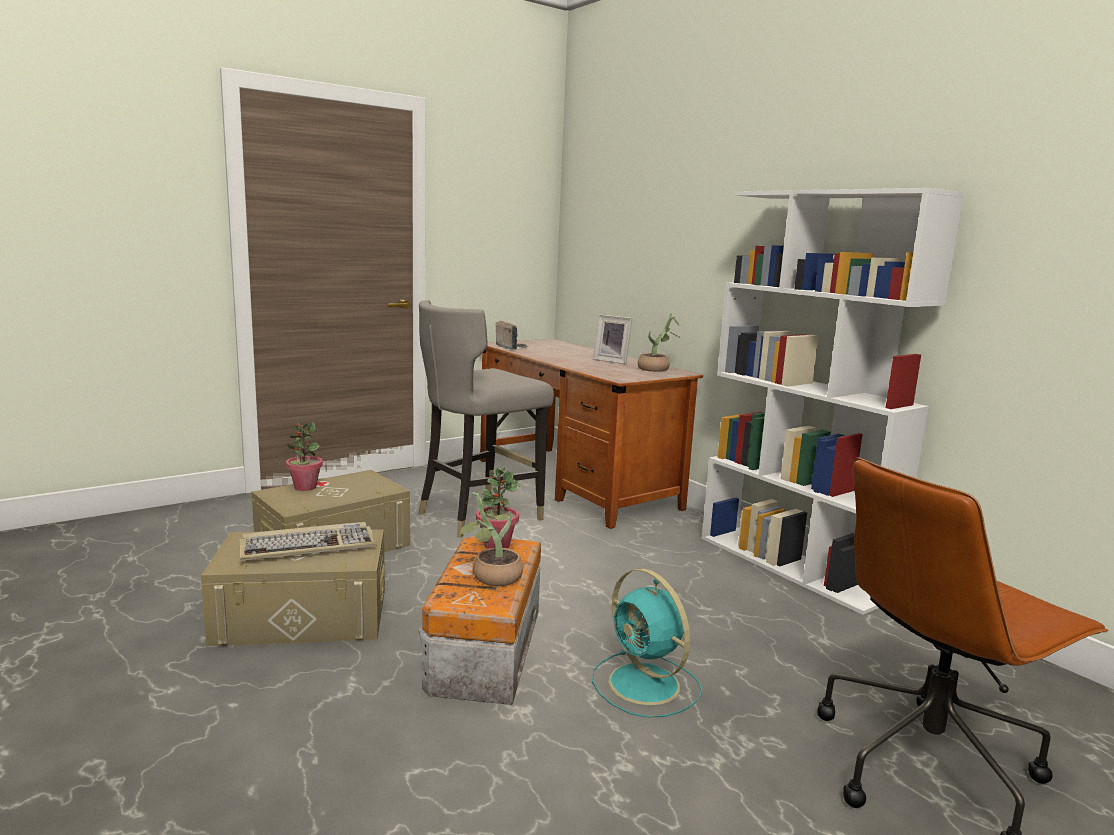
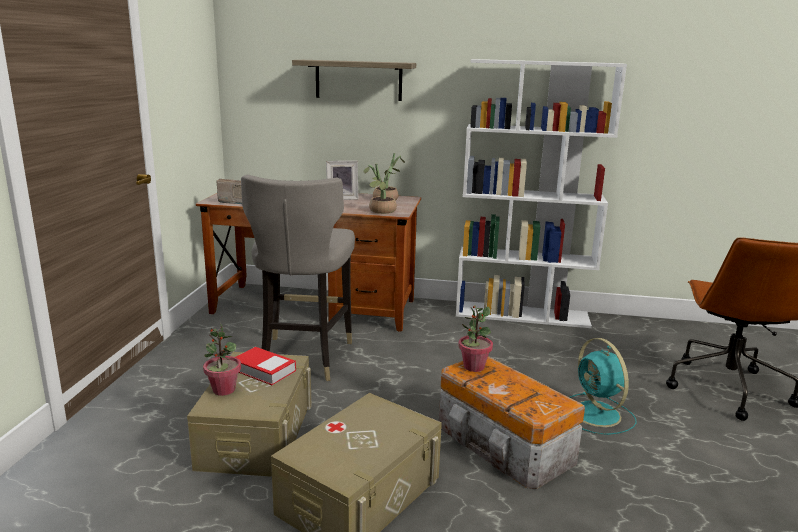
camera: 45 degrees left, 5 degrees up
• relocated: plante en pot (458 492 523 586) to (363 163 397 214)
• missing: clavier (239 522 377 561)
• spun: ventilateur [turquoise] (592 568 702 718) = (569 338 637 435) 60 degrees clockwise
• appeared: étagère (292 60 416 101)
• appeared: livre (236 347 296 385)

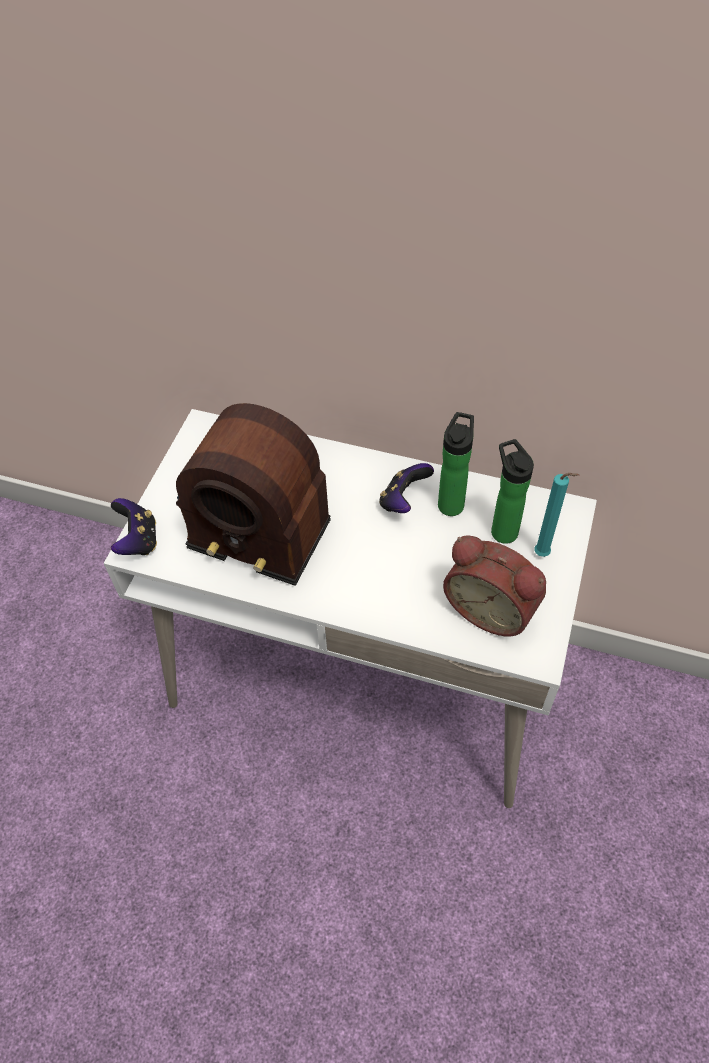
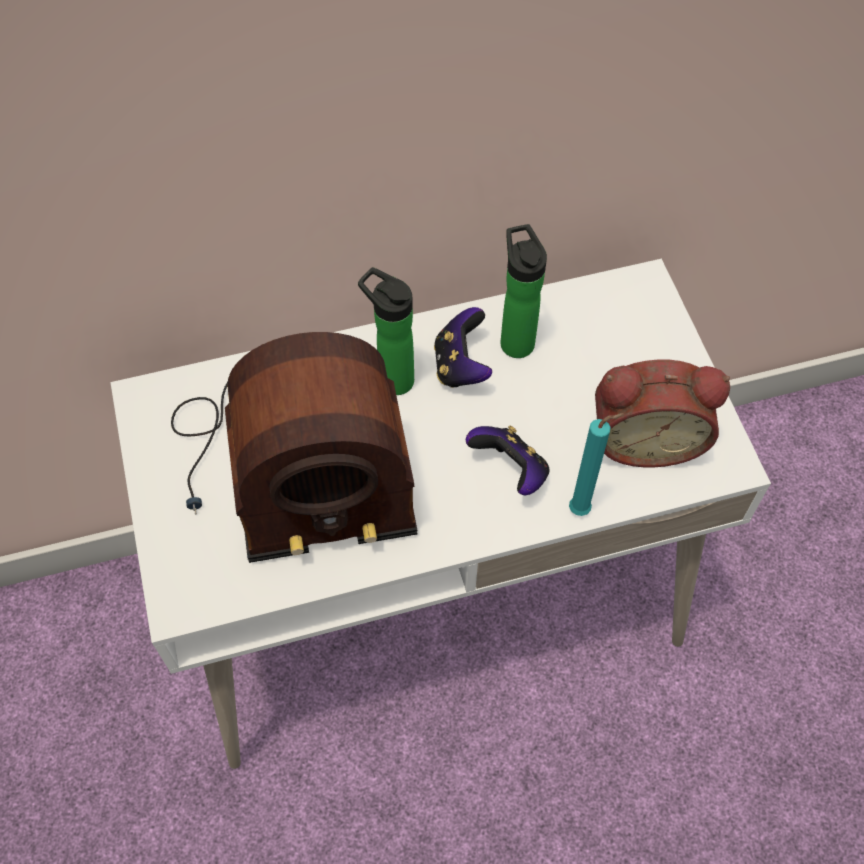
camera: 35 degrees left, 5 degrees up
• relocated: bouteille (491 439 534 544) to (358 267 414 395)
• relocated: bougie [turquoise] (534 473 580 557) to (569 413 624 516)
• relocated: manette (111 498 157 555) to (466 426 550 495)

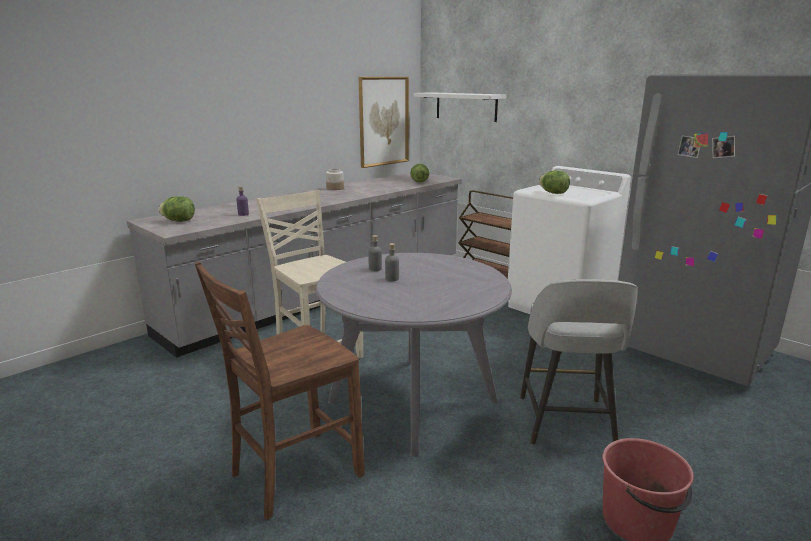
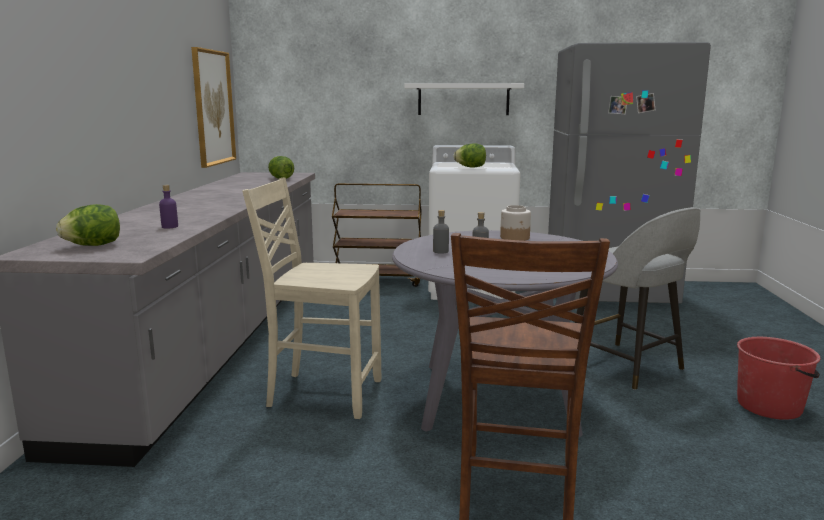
camera: 40 degrees left, 5 degrees down
• relocated: étagère [blanc] (413 92 506 122) to (404 83 524 115)
• relocated: bocal (326 169 344 190) to (500 205 531 241)

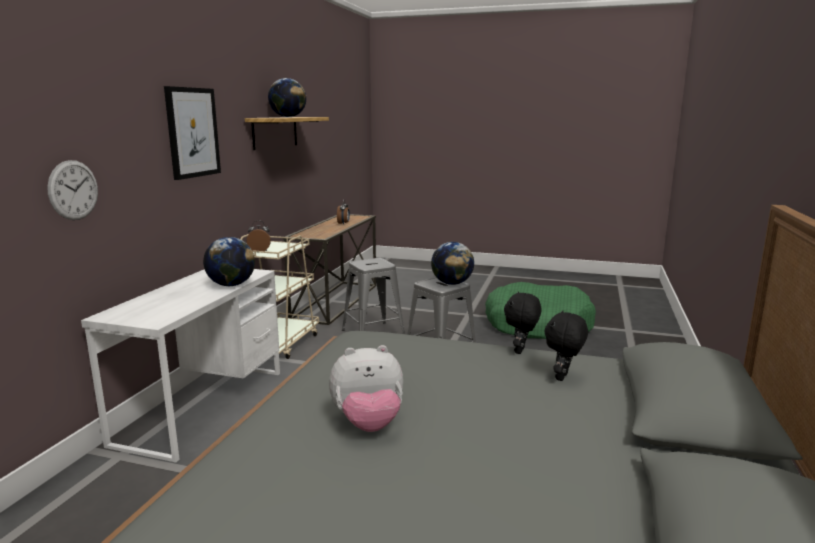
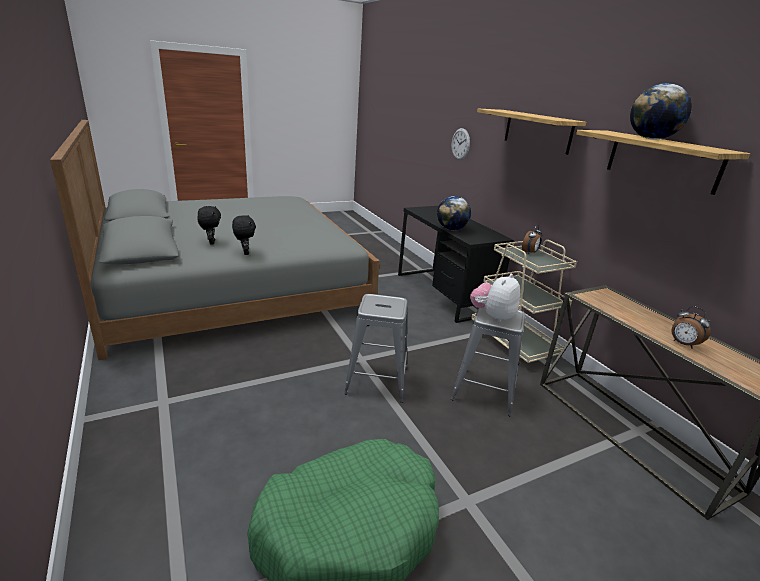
camera: 135 degrees right, 10 degrees up
• exchanged: tableau (164 86 221 180) to étagère (477 109 586 155)
• missing: globe (431 242 474 285)
• colour: bureau [blanc] (81 269 280 462) to bureau [noir] (398 206 514 323)
• relocated: peluche (329 345 403 432) to (470 274 520 323)

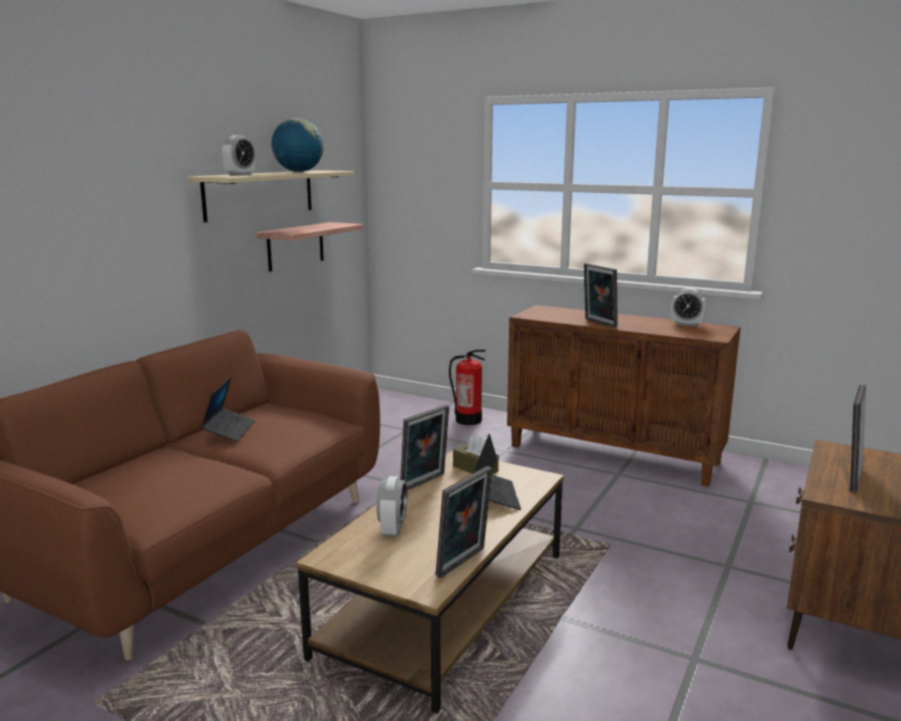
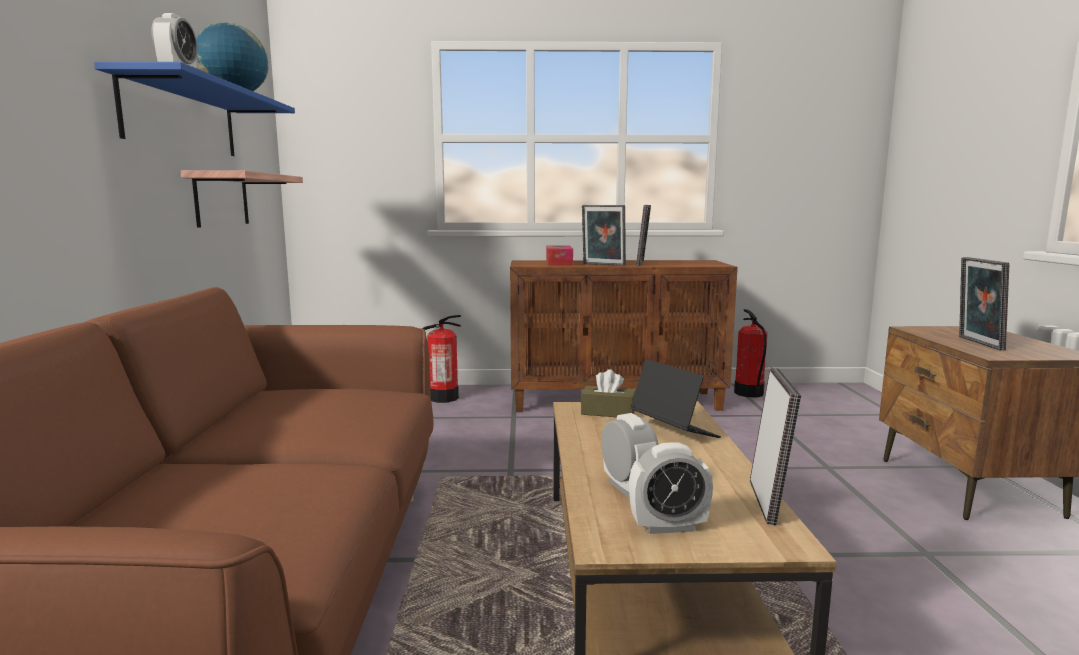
camera: 30 degrees left, 5 degrees down
• colour: étagère [beige] (186 170 355 222) to étagère [bleu] (94 62 295 156)
• relocated: réveil (671 288 706 327) to (629 442 713 534)
• missing: ordinateur portable (201 377 255 441)
• relocated: cadre photo (400 405 449 490) to (636 205 651 266)
• appeared: boîte à mouchoirs (546 245 573 265)
• appeared: extincteur (734 309 768 398)

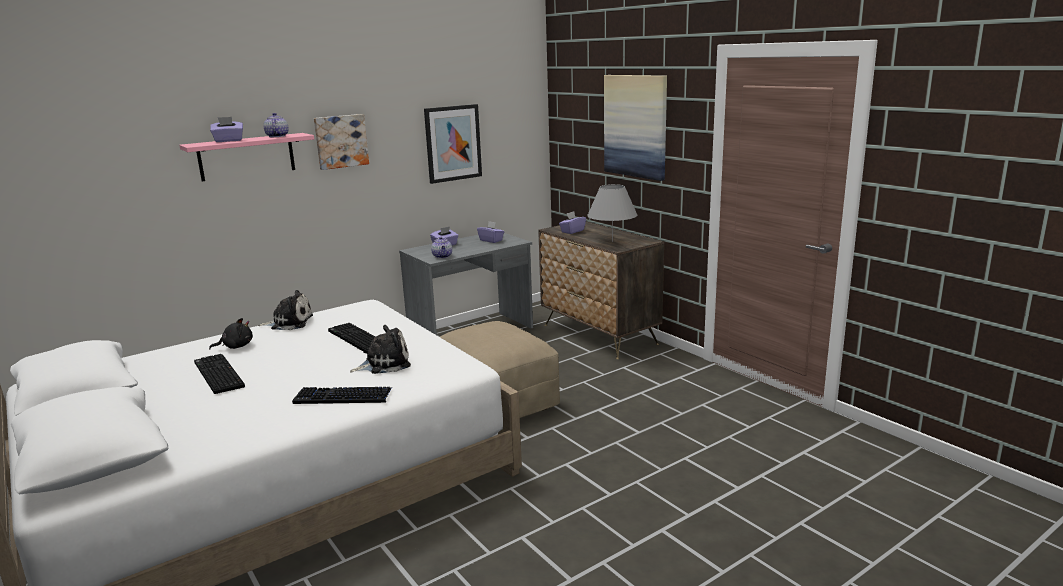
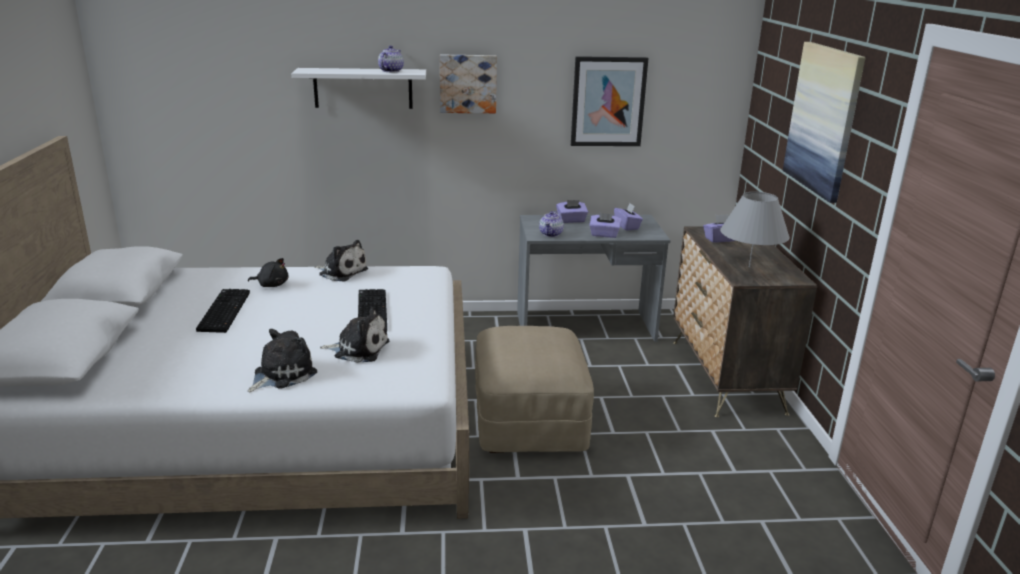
camera: 30 degrees right, 5 degrees up
• relocated: boîte à mouchoirs [violet] (210 117 243 142) to (589 213 622 238)
• colour: étagère [rose] (180 133 314 181) to étagère [blanc] (292 68 426 109)
• exchanged: clavier (292 387 393 404) to peluche (248 329 317 392)

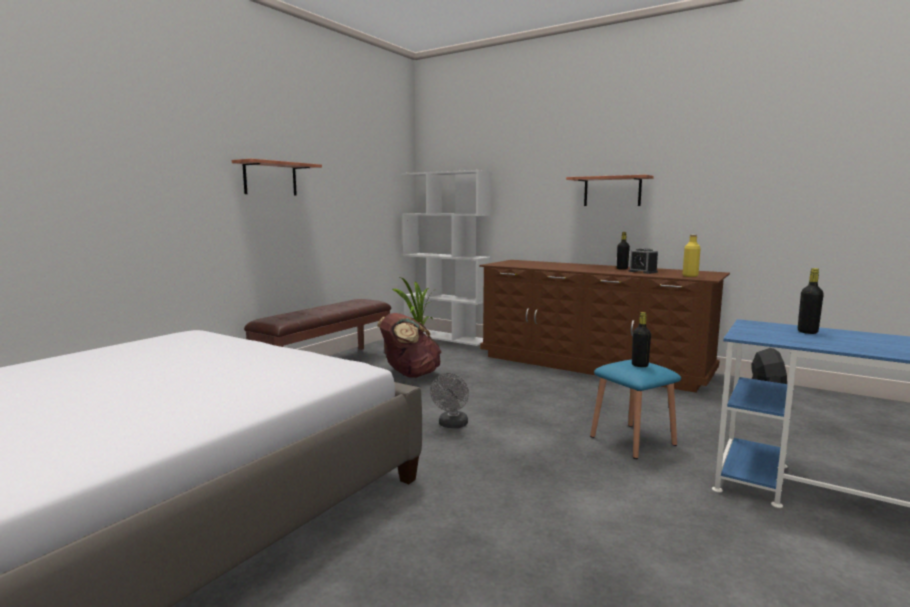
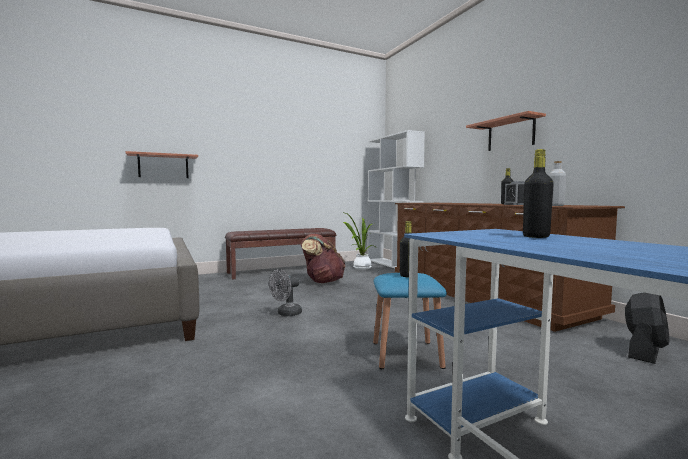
camera: 30 degrees right, 5 degrees down
• relocated: étagère (232 159 322 195) to (126 151 198 178)
• colour: bouteille [jaune] (683 235 701 277) to bouteille [gris] (549 161 566 206)

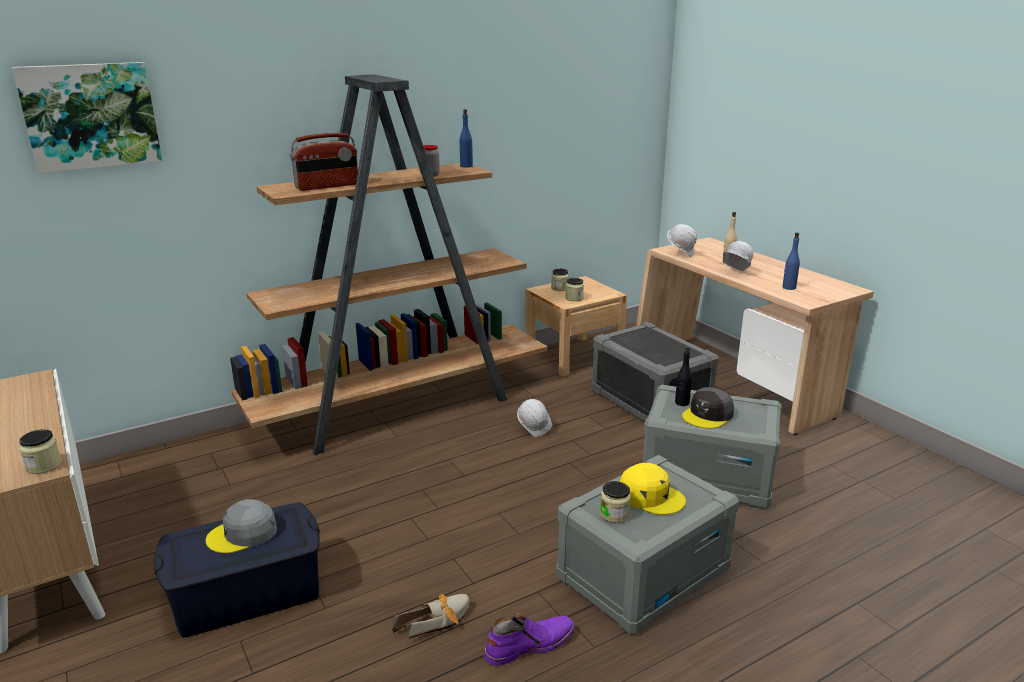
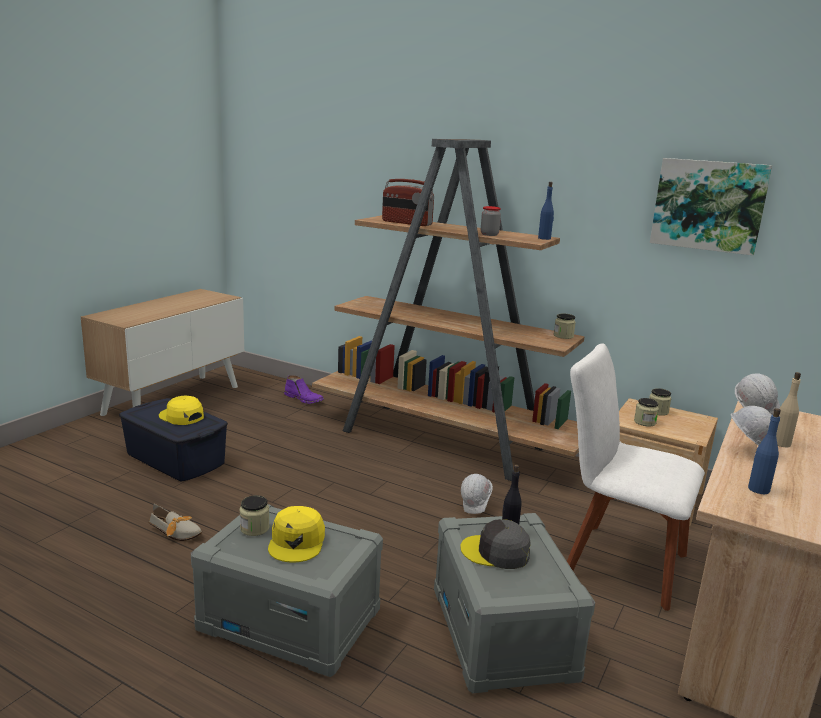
camera: 60 degrees right, 5 degrees down
• relocated: tableau (12 62 162 173) to (650 158 772 256)
• exchanged: boîte de rangement [gris] (591 322 719 422) to chaise [blanc] (567 344 705 611)
• relocated: bocal (19 429 62 474) to (554 313 576 339)
• colour: casquette [gris] (206 499 277 553) to casquette [jaune] (159 396 204 425)
• relocated: botte [violet] (484 613 575 666) to (284 375 324 404)

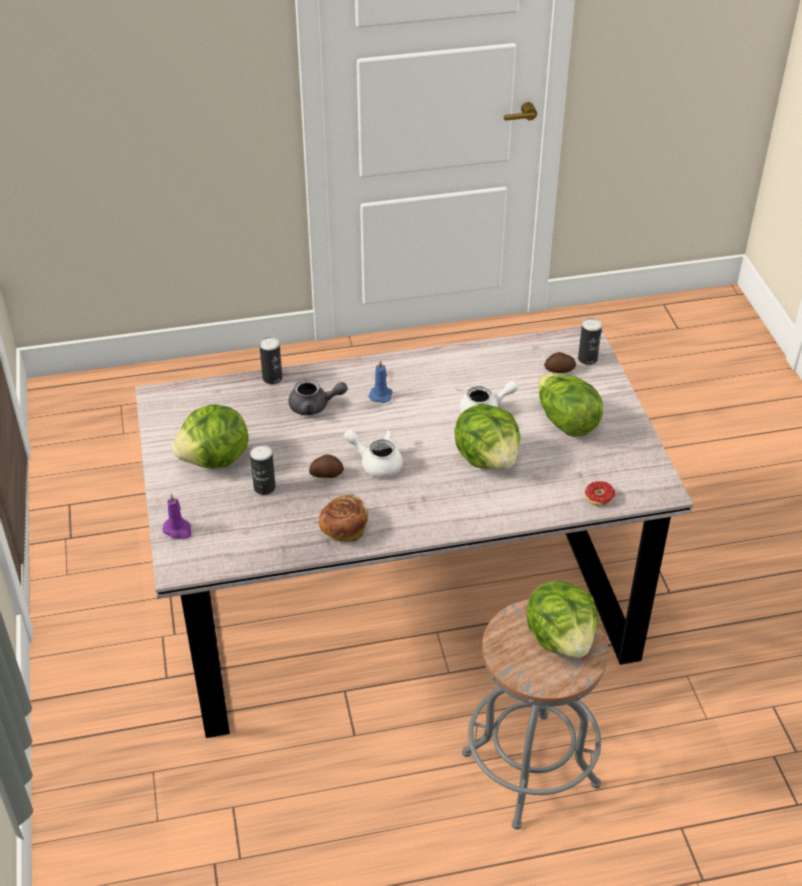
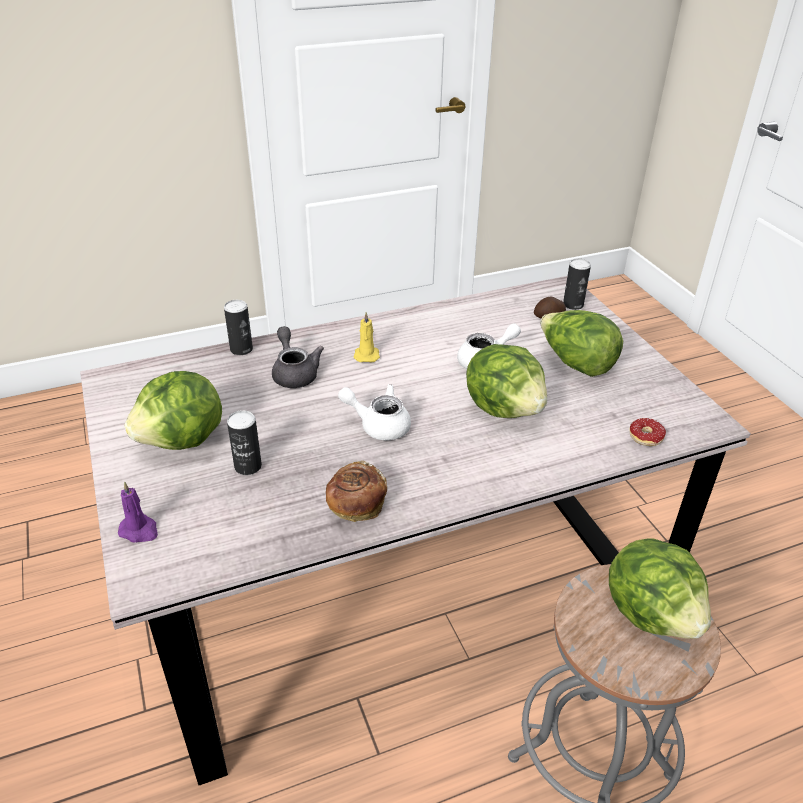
camera: 10 degrees left, 5 degrees down
• colour: bougie [bleu] (369 360 392 403) to bougie [jaune] (354 312 380 362)
• spun: théière [gris] (288 379 348 415) = (272 326 324 388) 105 degrees counterclockwise
• missing: pomme de terre (309 455 344 478)

